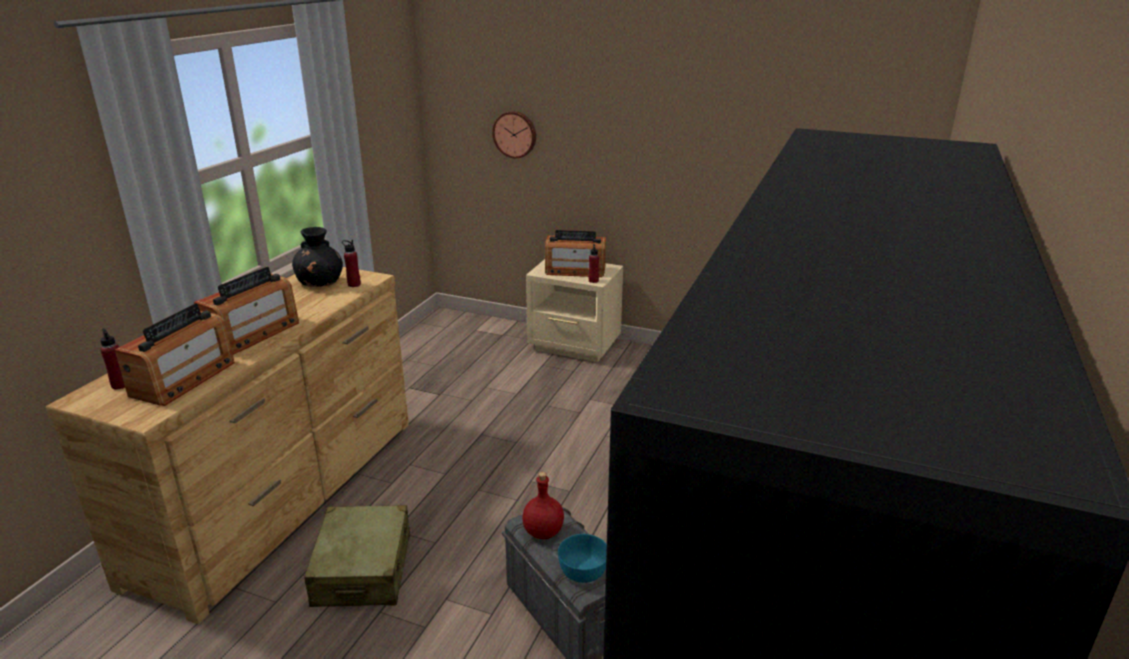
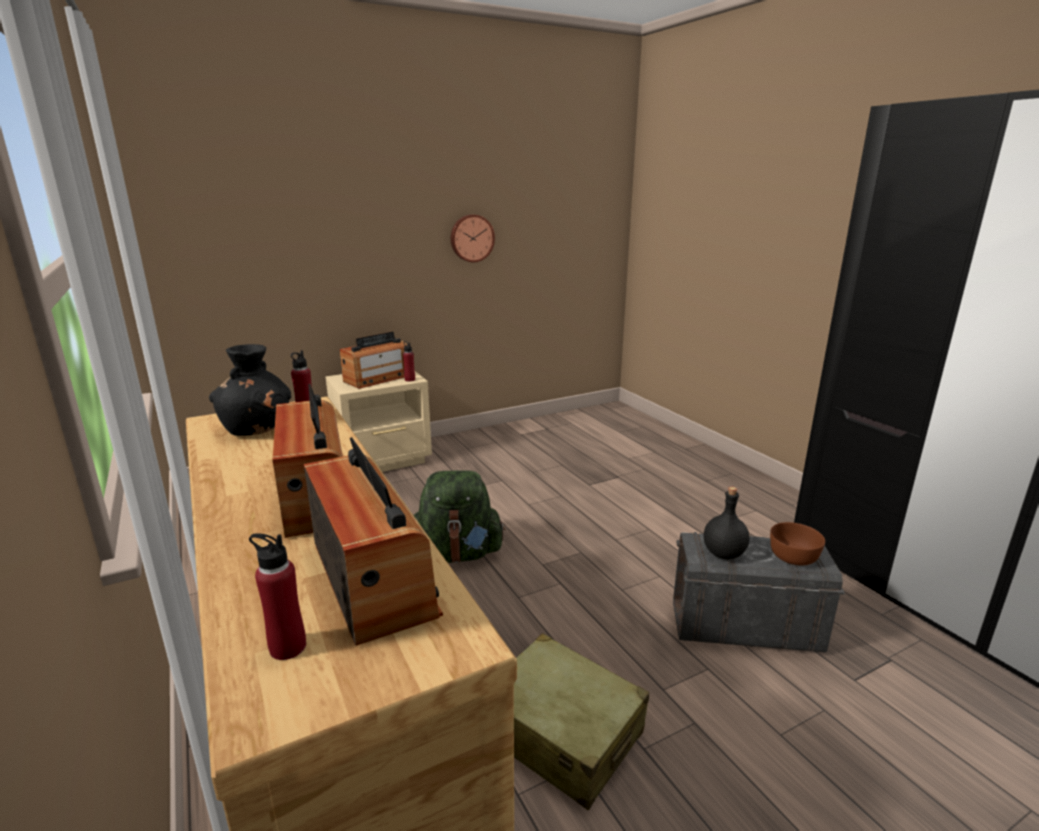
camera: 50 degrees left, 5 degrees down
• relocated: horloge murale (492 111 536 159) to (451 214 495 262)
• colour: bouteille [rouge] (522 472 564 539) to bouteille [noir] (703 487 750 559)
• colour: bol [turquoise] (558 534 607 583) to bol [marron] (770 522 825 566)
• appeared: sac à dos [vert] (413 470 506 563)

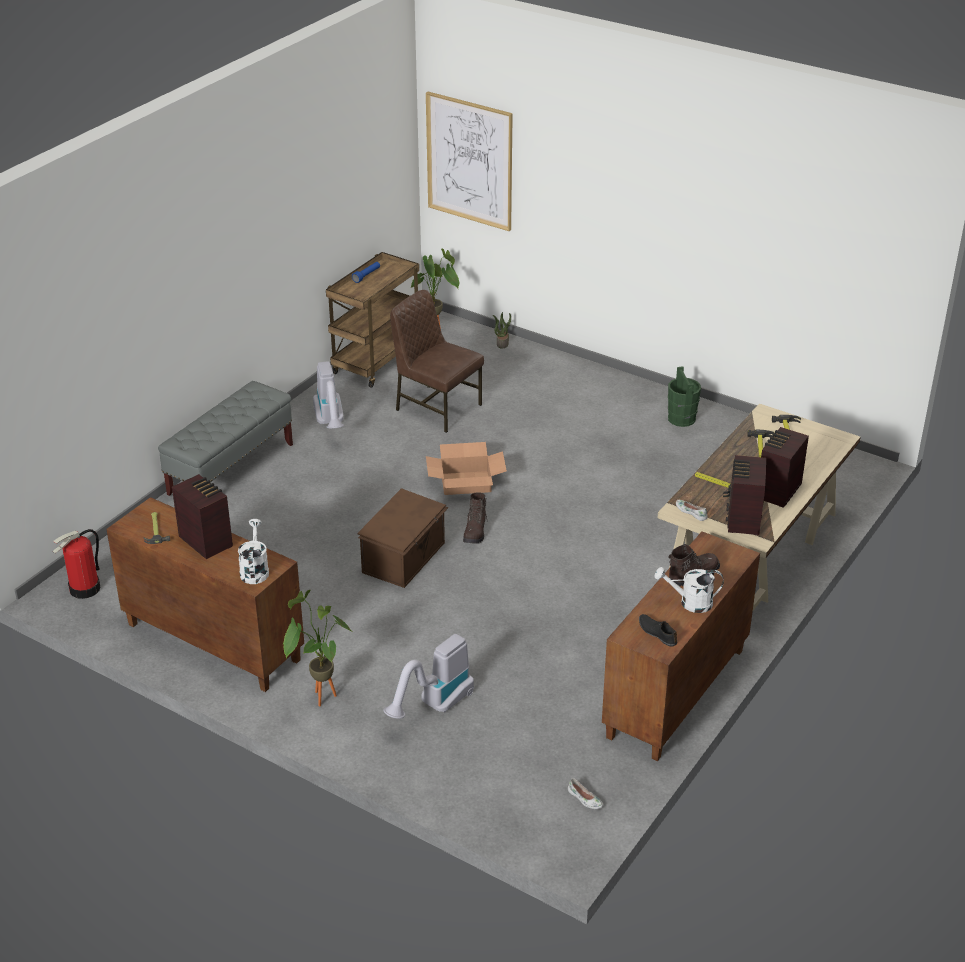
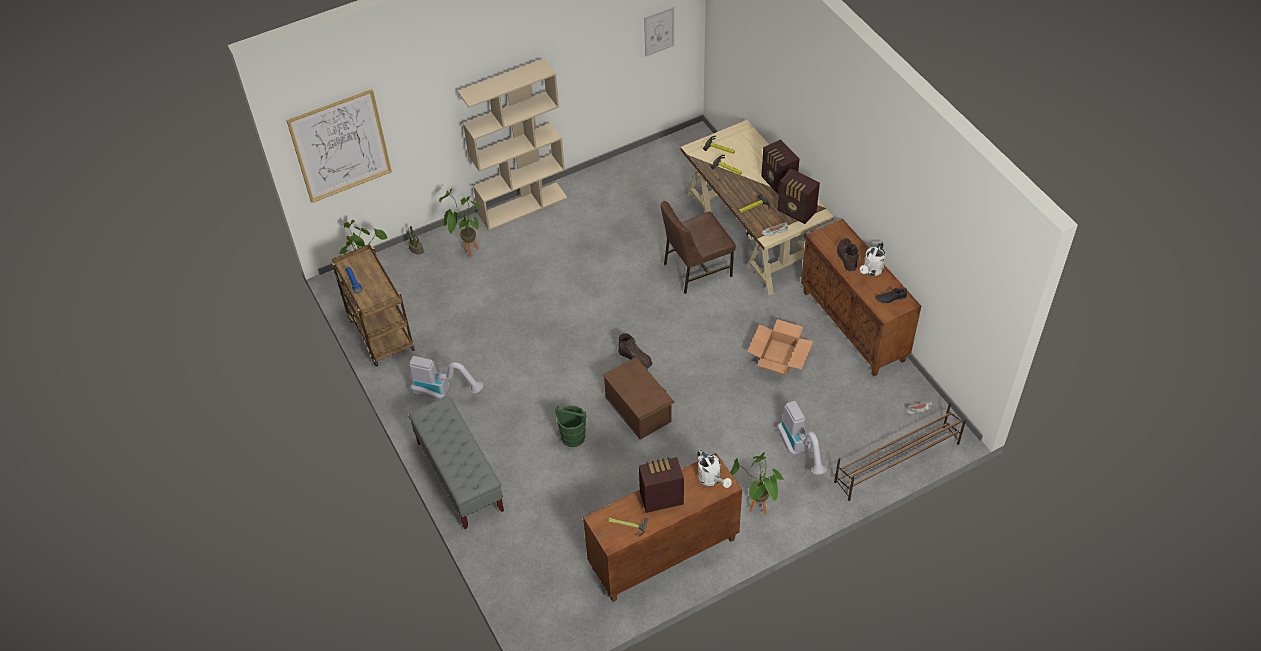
camera: 60 degrees left, 15 degrees up
• relocated: chaise [marron] (390 290 484 433) to (661 201 736 294)
• relocated: seau [vert] (668 366 701 427) to (555 406 587 447)
• relocated: carton (426 442 507 495) to (747 319 813 375)
• spun: arrosoir [blanc] (238 519 269 584) = (697 450 732 488) 150 degrees counterclockwise
• missing: extincteur (52 529 100 599)
• appeared: tableau (644 7 674 57)
• appeared: bibliothèque [beige] (458 59 567 231)
• appeared: plante en pot (439 189 482 258)
• appeared: étagère à chaussures [marron] (834 403 966 501)

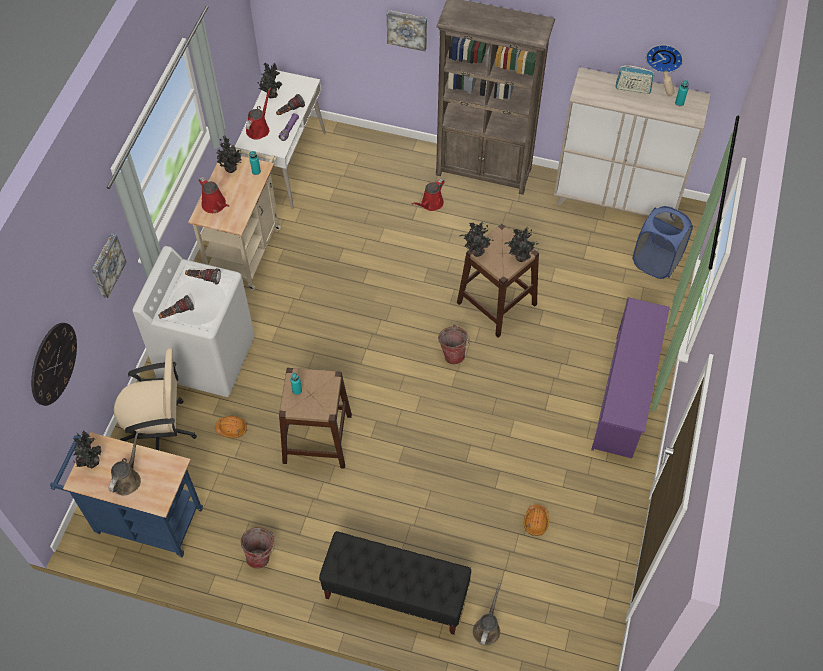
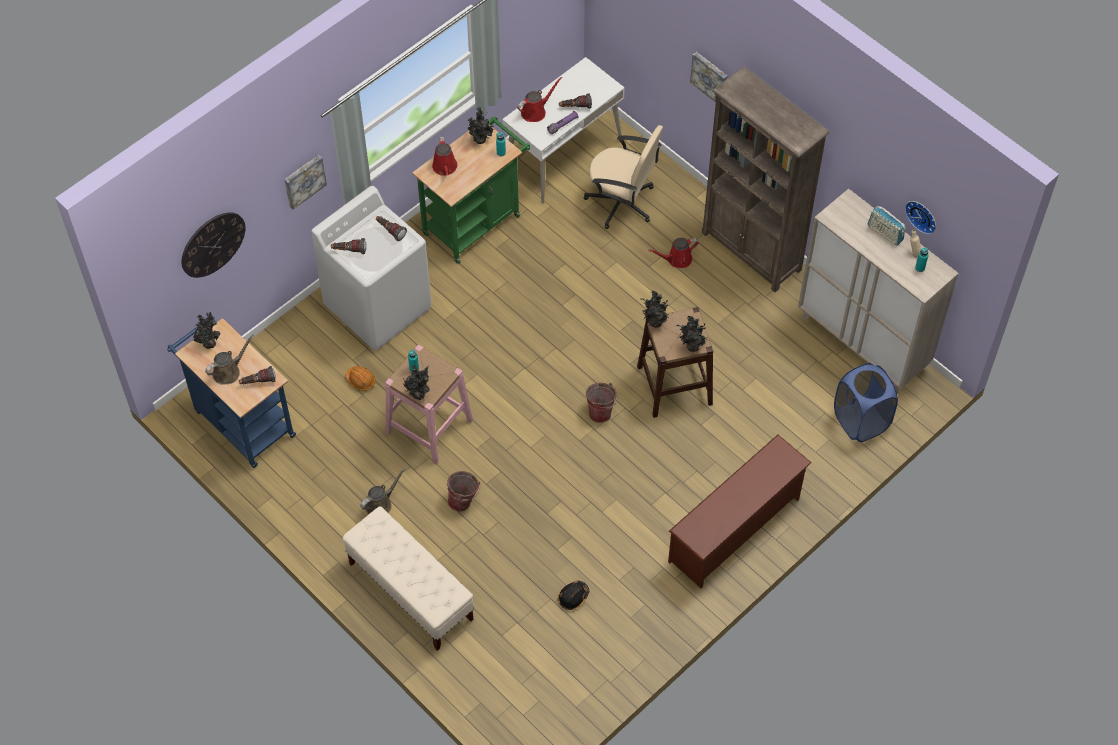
camera: 30 degrees right, 0 degrees up
• relocated: plante en pot (257 62 282 98) to (403 365 430 400)
• colour: chariot [beige] (188 145 281 290) to chariot [vert] (412 116 530 264)
• colour: étagère à chaussures [violet] (591 297 670 458) to étagère à chaussures [marron] (668 435 811 588)
• relocated: chaise de bureau [beige] (114 348 197 450) to (584 125 663 229)
• colour: tabouret [marron] (279 368 352 469) to tabouret [rose] (385 345 473 464)
• colour: casque de chantier [orange] (524 505 549 536) to casque de chantier [noir] (558 581 589 610)
• relocated: seau (241 527 276 569) to (447 471 480 511)
• colour: banc [noir] (319 531 471 635) to banc [beige] (342 507 474 651)
• relocated: arrosoir [marron] (473 583 501 645) to (360 468 406 514)
• appeared: lampe de poche (239 366 276 384)

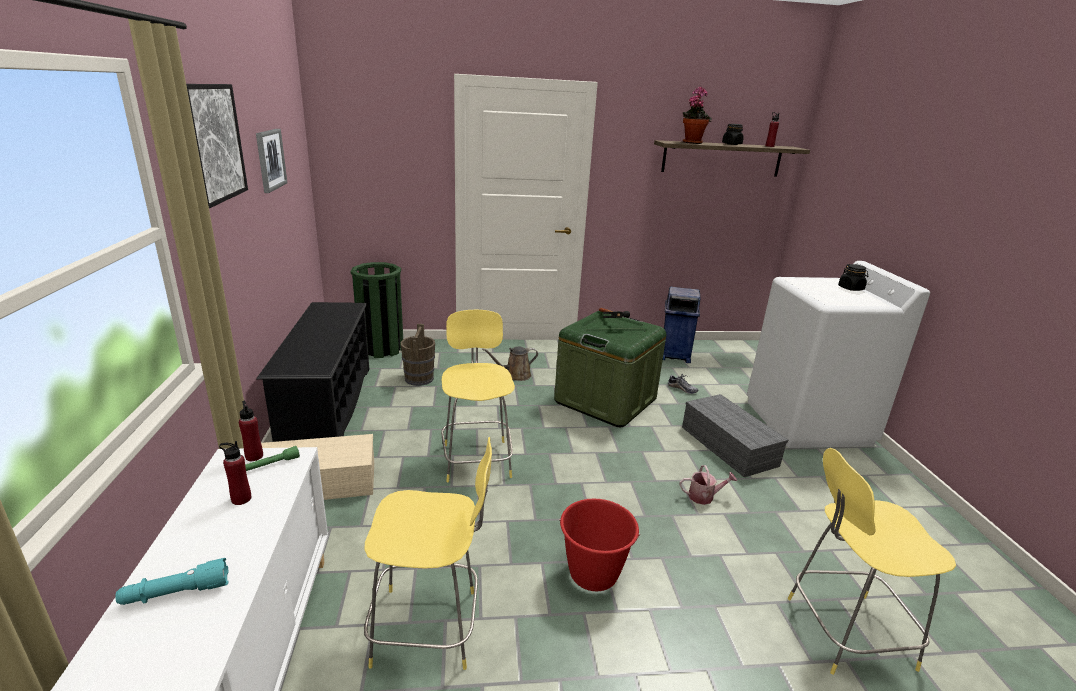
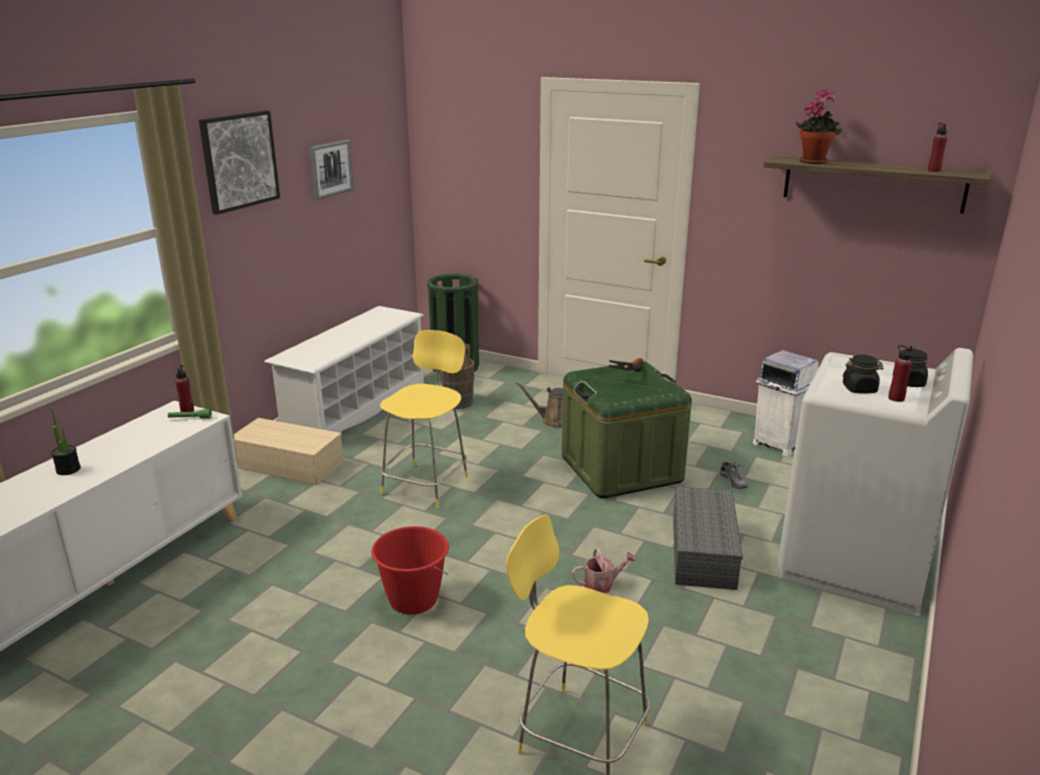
camera: 35 degrees right, 0 degrees up
• relocated: bocal [noir] (722 124 744 145) to (843 355 884 394)
• colour: poubelle [bleu] (663 287 701 363) to poubelle [blanc] (753 350 819 457)
• colour: étagère à chaussures [noir] (256 302 369 442) to étagère à chaussures [blanc] (264 306 424 433)
• missing: tabouret [jaune] (364 437 492 670)
• relocated: bouteille [rouge] (219 441 251 505) to (888 345 912 402)
• spun: arrosoir (680 465 737 505) = (572 548 636 593) 45 degrees counterclockwise
• exchanged: lampe de poche [turquoise] (115 558 229 605) to plante en pot (51 408 81 475)

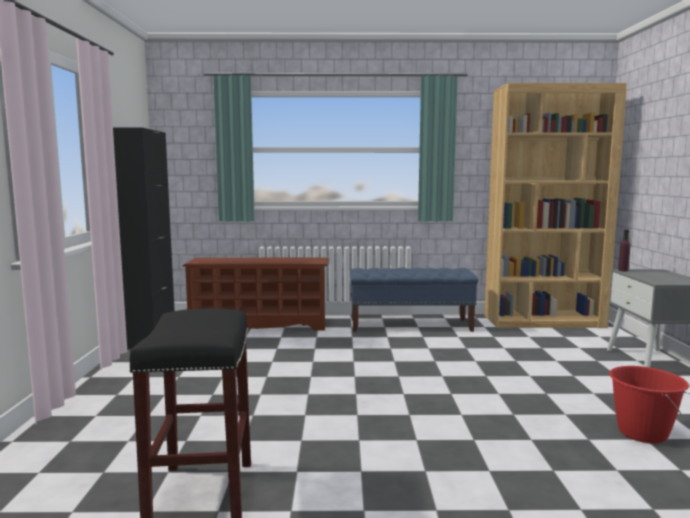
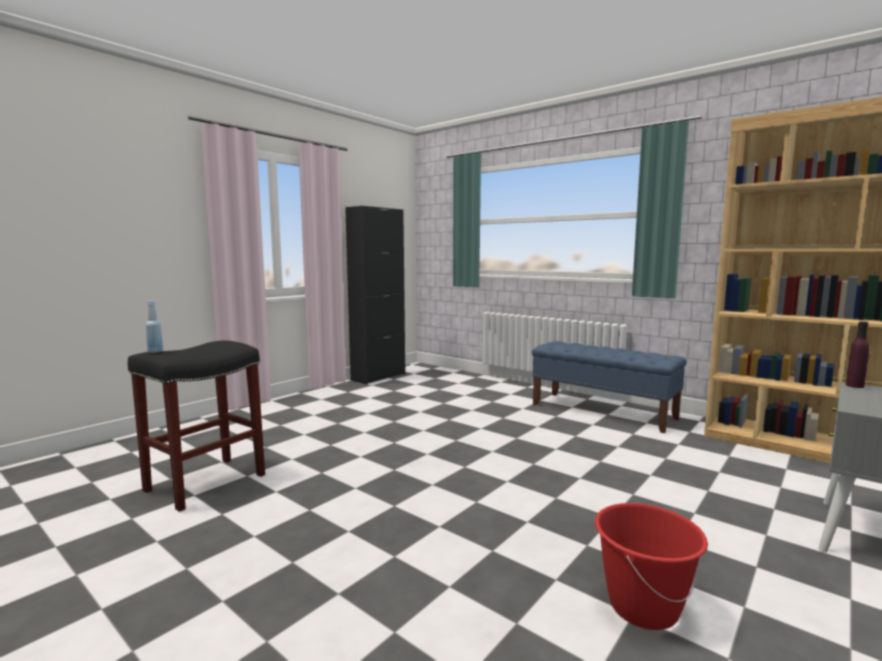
camera: 40 degrees right, 0 degrees up
• missing: étagère à chaussures [marron] (183 258 329 331)
• appeared: bouteille [bleu] (145 301 163 353)

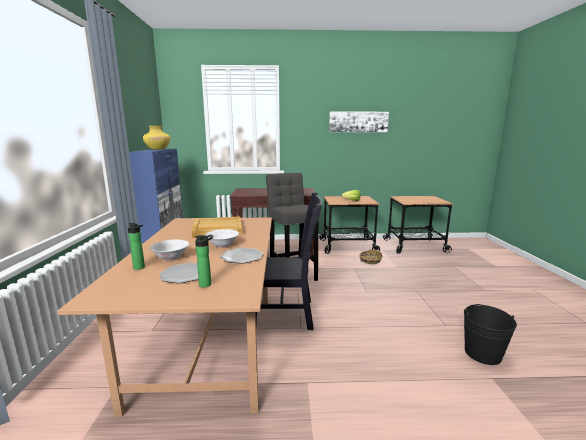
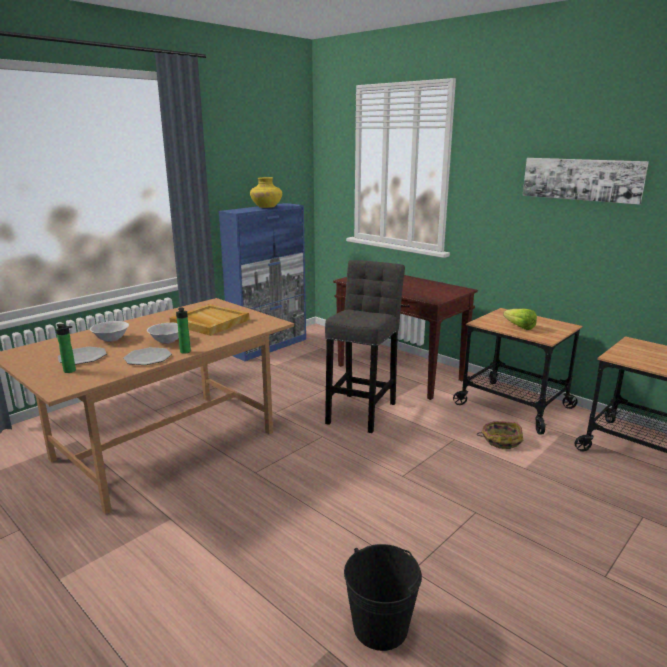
camera: 45 degrees right, 5 degrees up
• missing: chaise [noir] (255 193 322 330)
• relocated: bouteille (128 223 145 270) to (176 307 191 354)

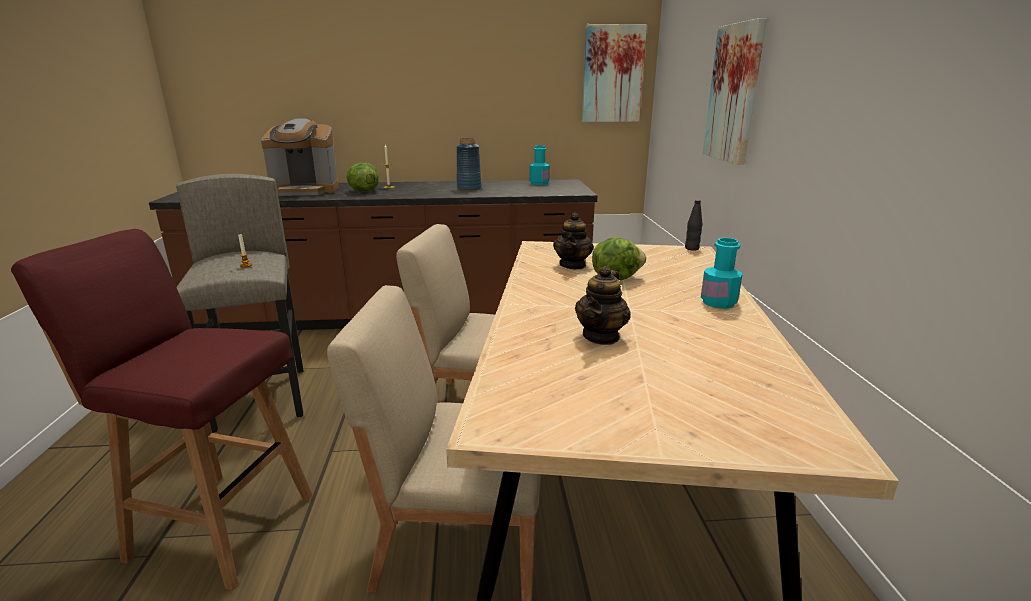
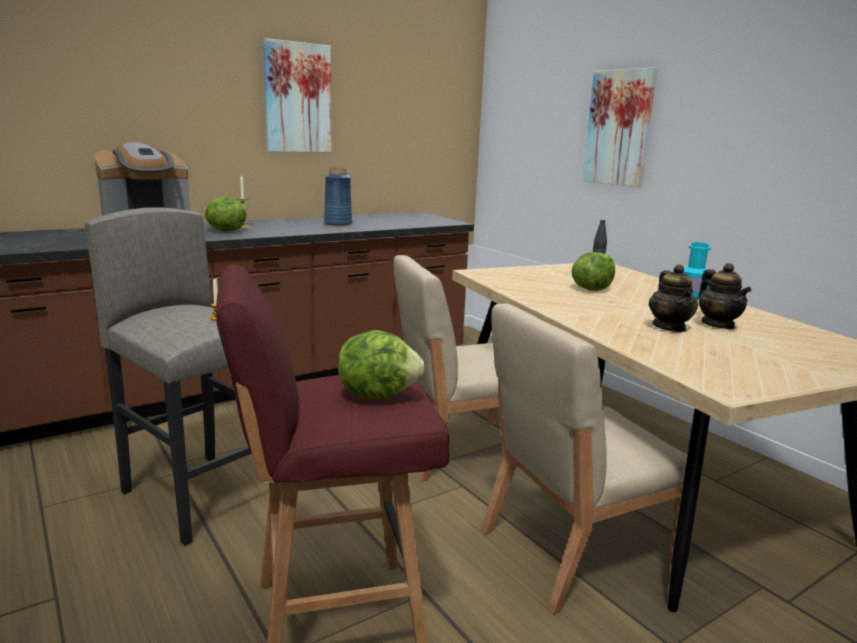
camera: 30 degrees left, 5 degrees down
• relocated: tableau (582 24 647 122) to (263 38 332 152)
• missing: bouteille [turquoise] (529 145 550 185)
• relocated: théière (553 212 594 269) to (698 263 752 329)
• appeared: laitue (338 330 425 399)

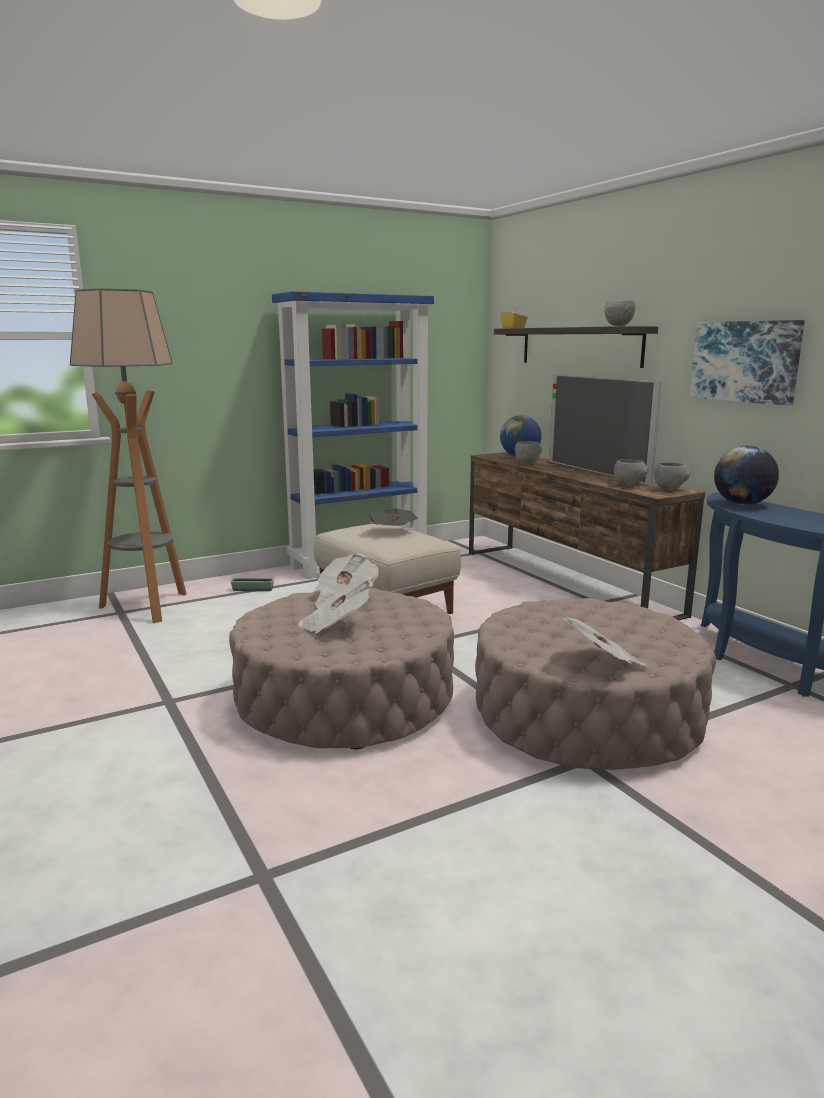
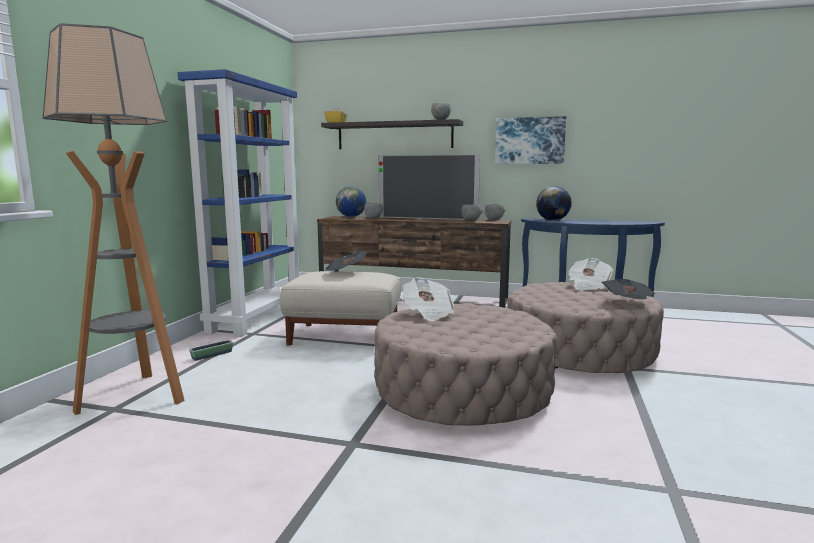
camera: 45 degrees left, 5 degrees down
• relocated: journal (298 580 374 633) to (568 258 614 291)

